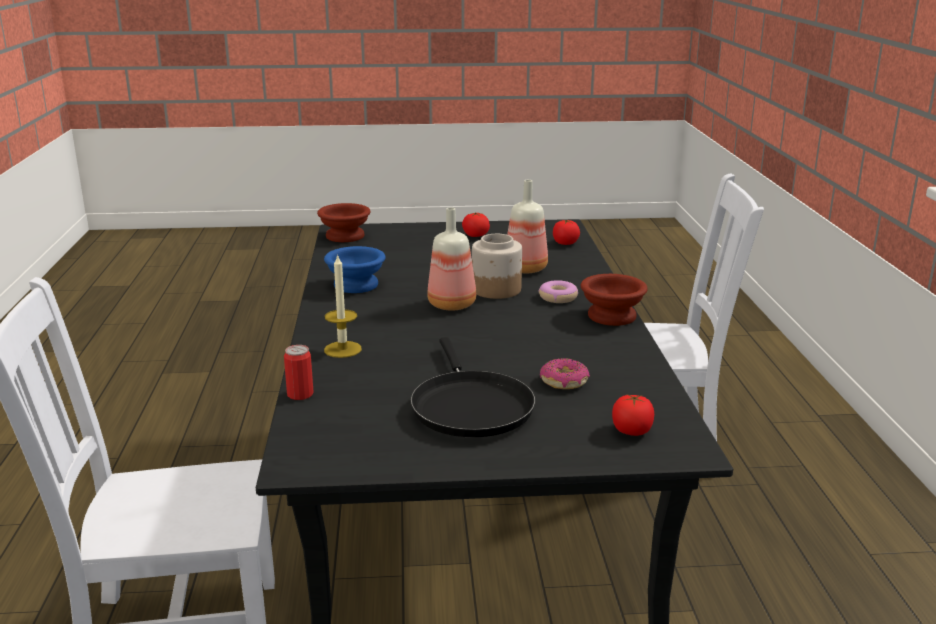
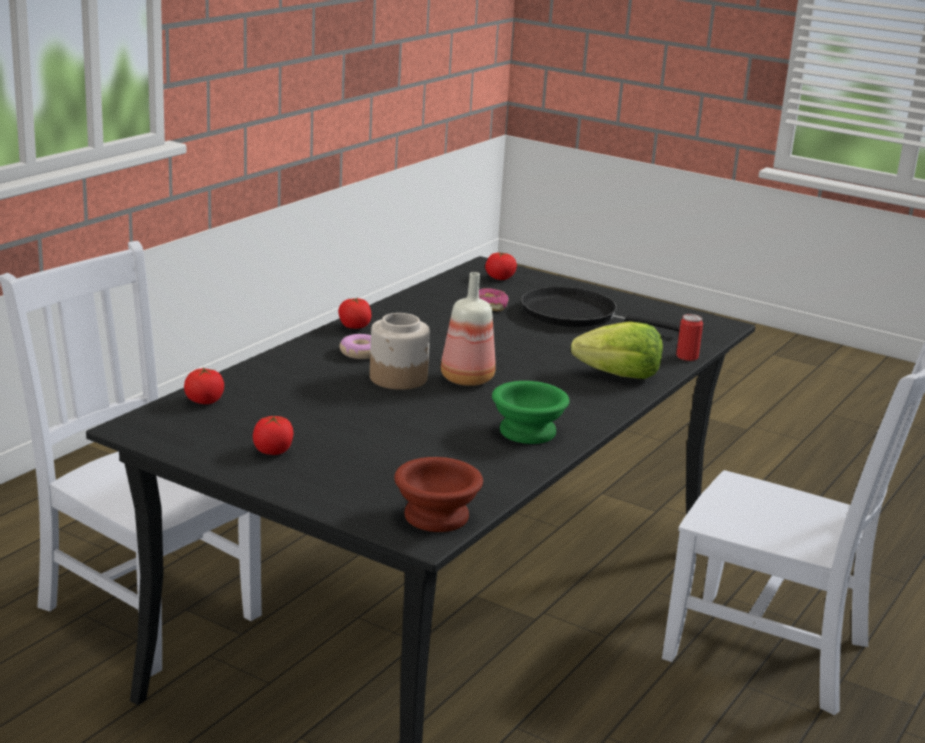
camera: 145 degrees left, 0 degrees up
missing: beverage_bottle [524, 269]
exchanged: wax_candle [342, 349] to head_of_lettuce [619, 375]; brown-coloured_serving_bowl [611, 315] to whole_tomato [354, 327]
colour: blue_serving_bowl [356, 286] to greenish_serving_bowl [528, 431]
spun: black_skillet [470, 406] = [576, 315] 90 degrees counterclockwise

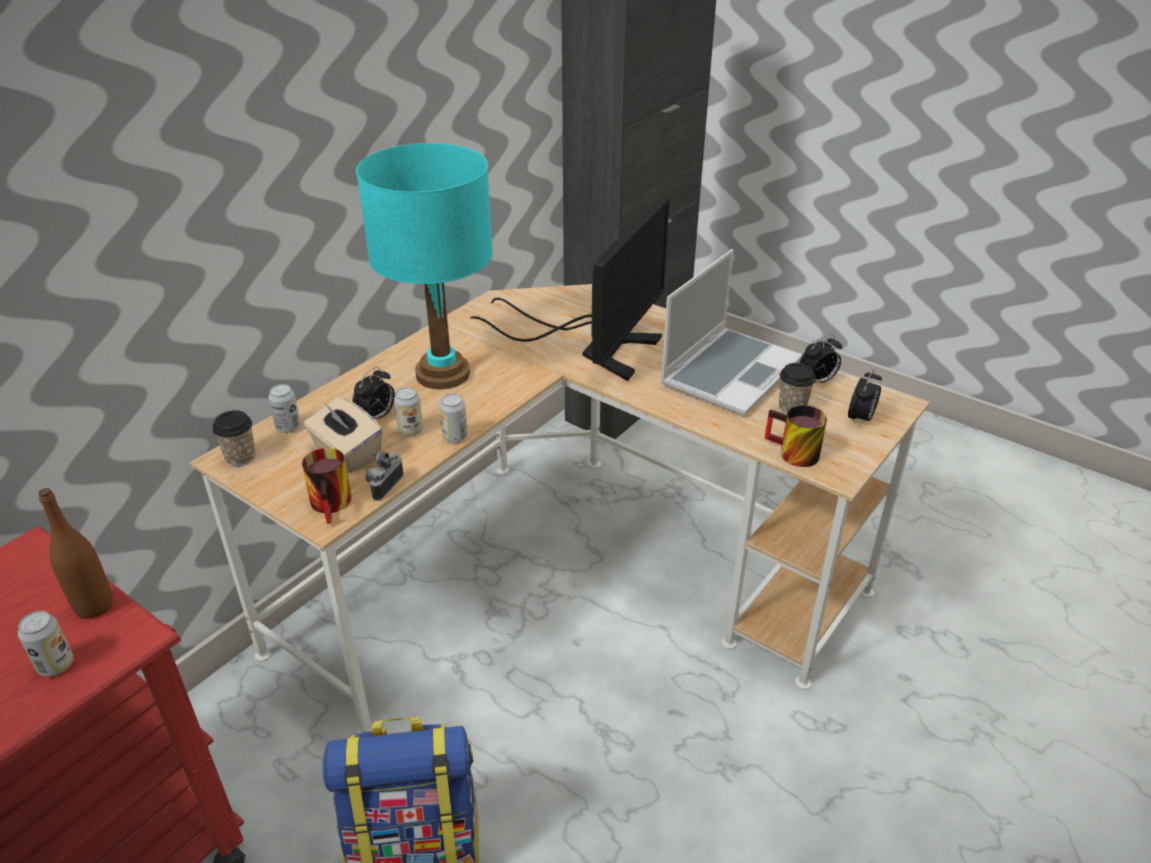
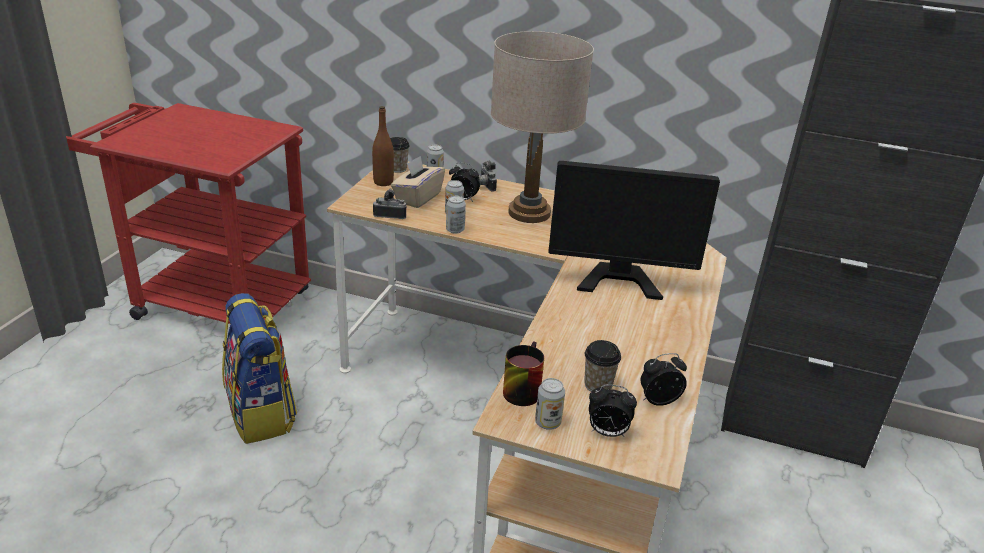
camera: 70 degrees right, 5 degrees down
missing: mug [334, 504]; portable_computer [730, 372]
appeared: photo_camera [485, 186]
relocated: metal_can [56, 665] to [547, 422]; brown-coloured_beverage_bottle [94, 606] to [383, 182]
colour: turquoise-coloured_lamp_for_a_table [442, 374] to sand-coloured_lamp_for_a_table [529, 213]
spun: table_clock [817, 381] = [658, 400] 120 degrees clockwise

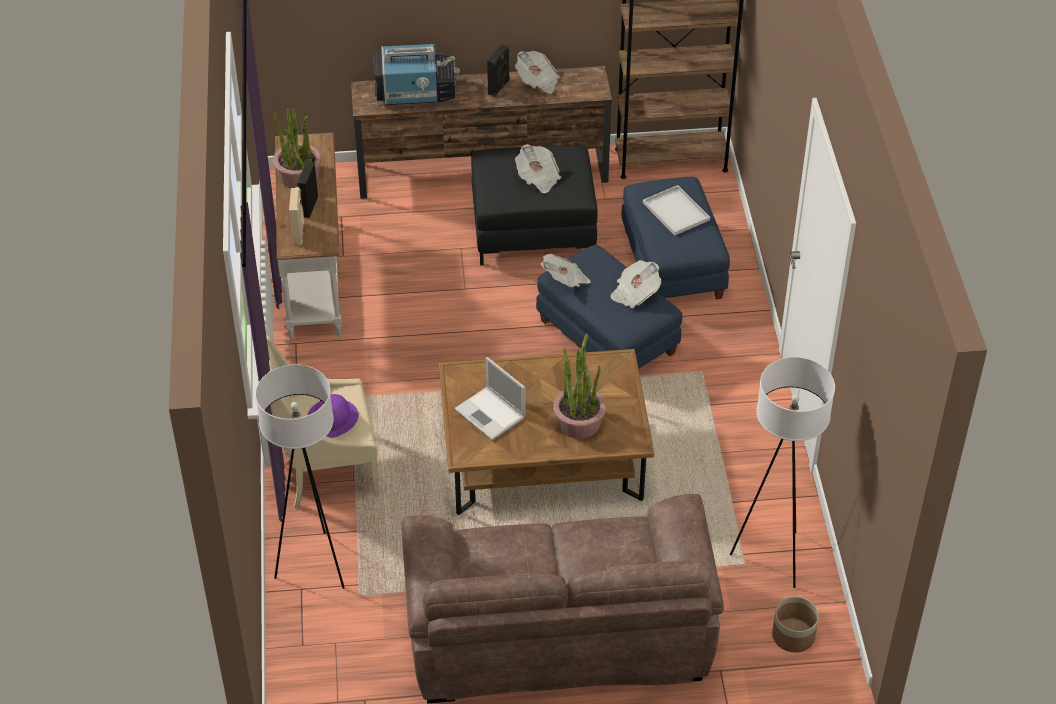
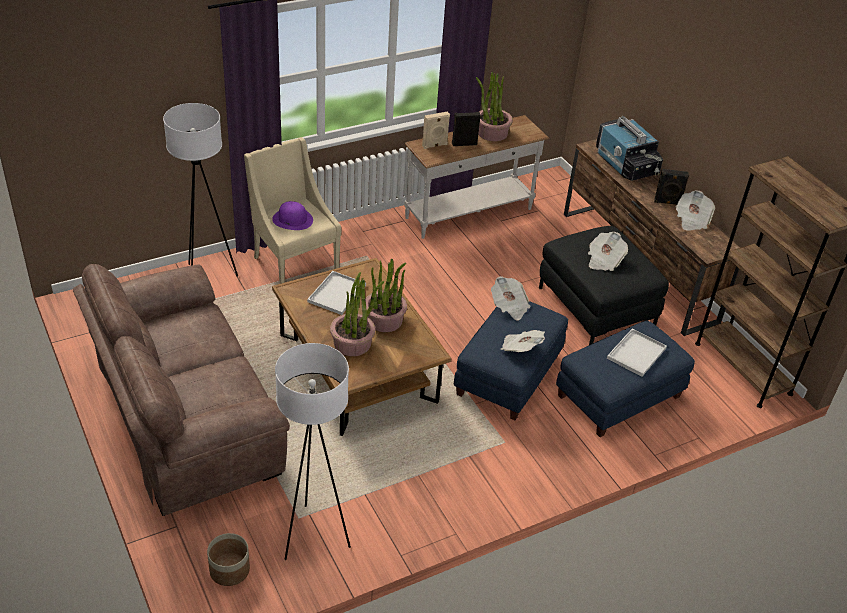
camera: 65 degrees right, 5 degrees down
appeared: plant_in_a_pot [384, 320]
exchanged: portable_computer [491, 414] to white_tray [337, 294]

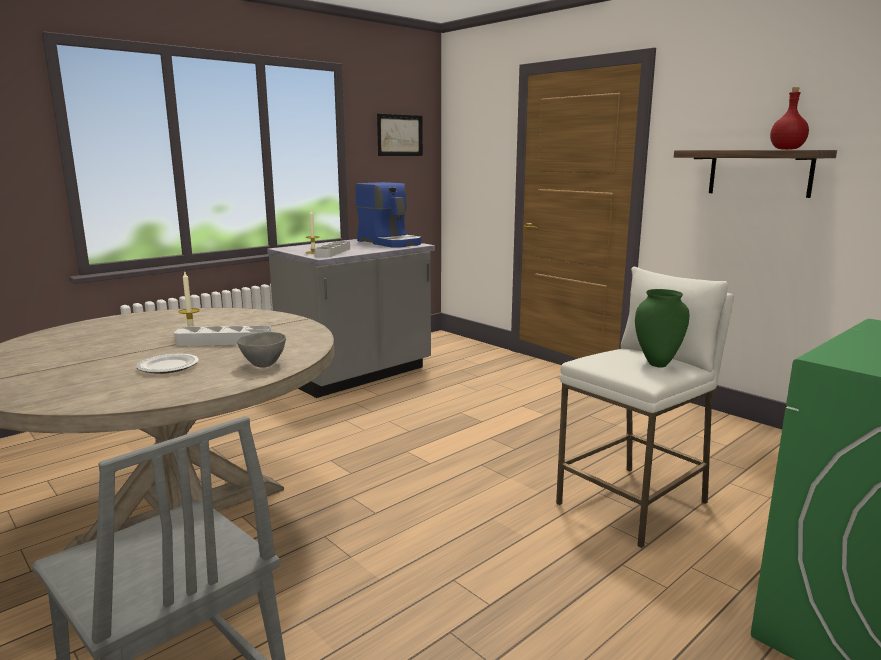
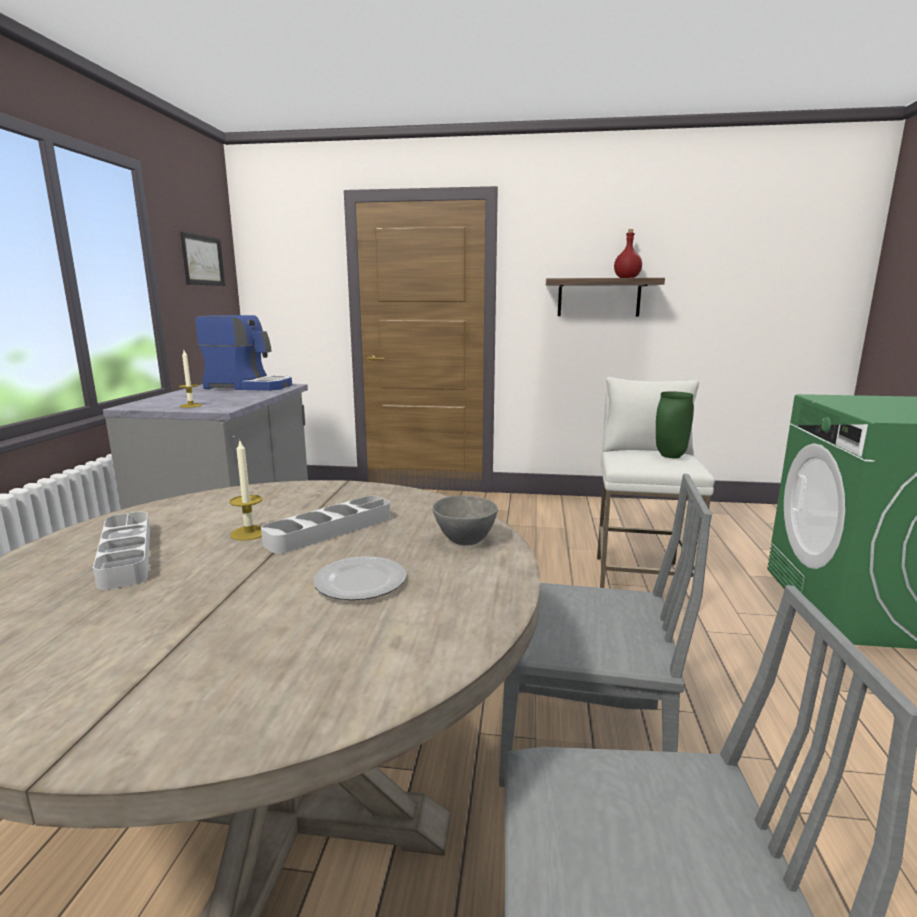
camera: 40 degrees left, 0 degrees up
appeared: greyish_plain_chair [584, 747]
relocated: greyish_tray [333, 252] to [126, 555]

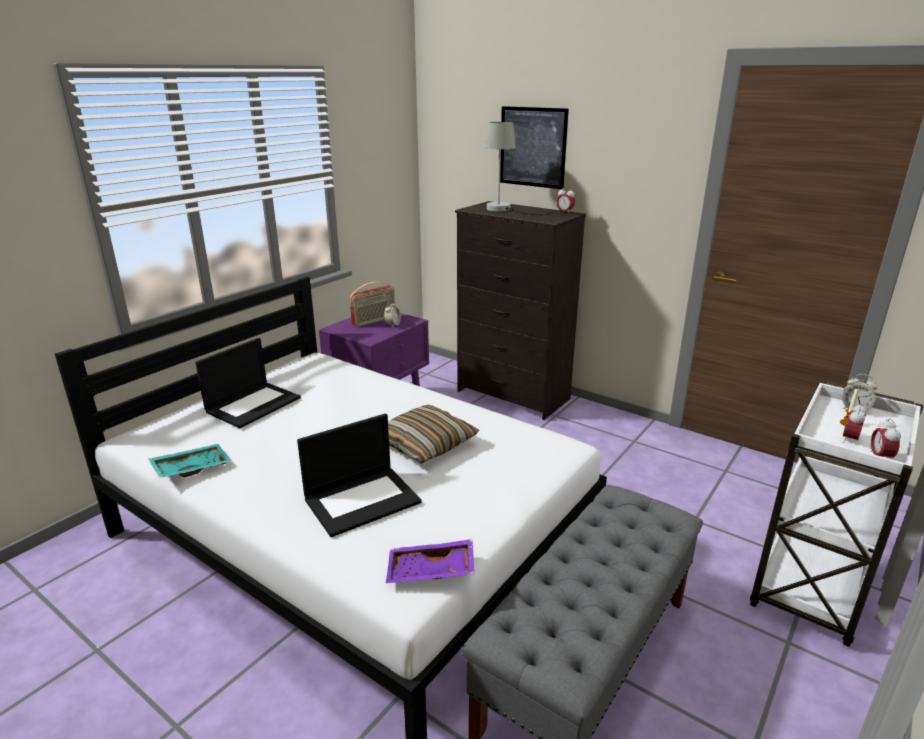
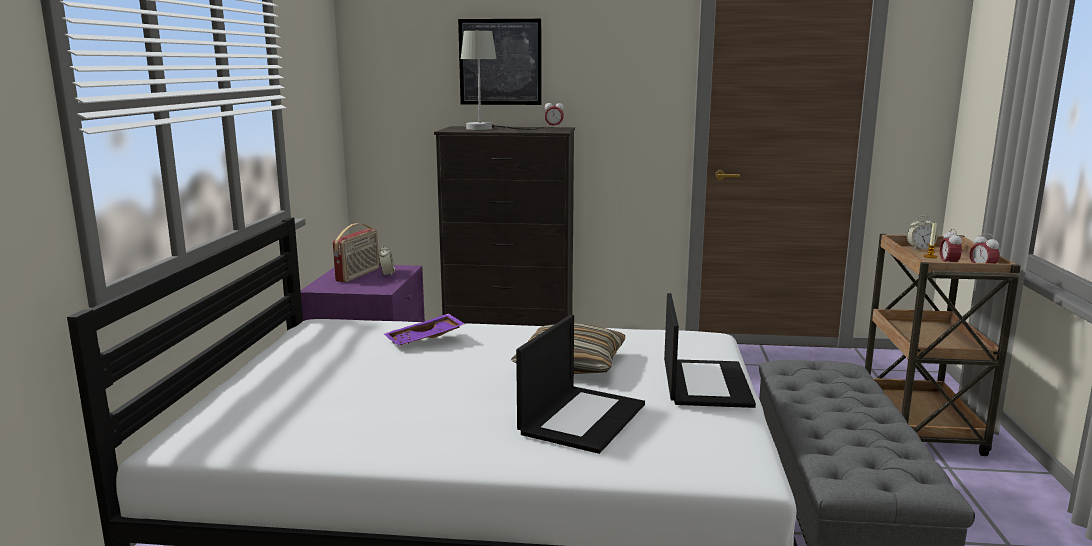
camera: 30 degrees left, 10 degrees down
missing: turquoise-coloured_tray [192, 468]
relocated: portable_computer [253, 404] to [704, 383]; purplish_tray [430, 572] to [425, 339]
colour: white_cart [809, 588] to brown-coloured_cart [920, 427]

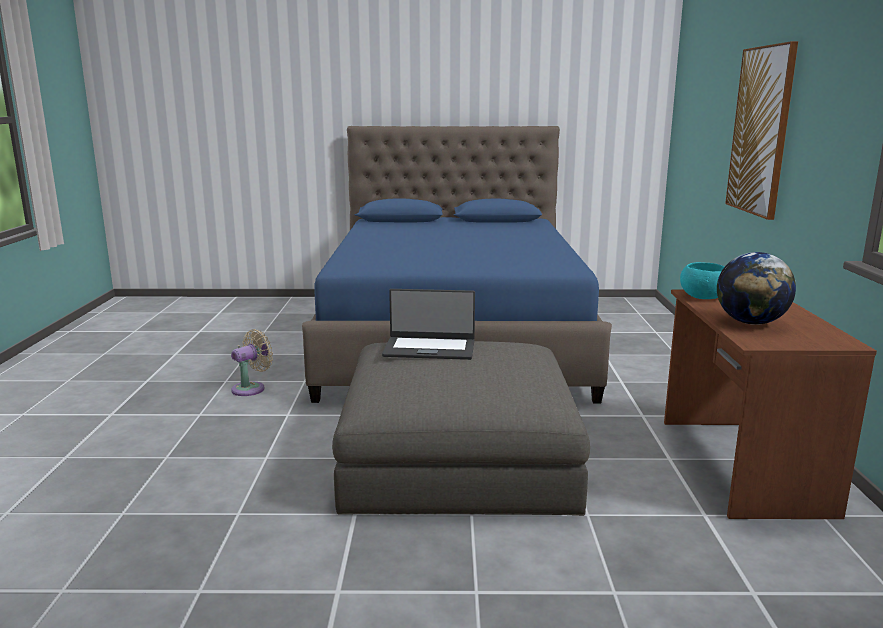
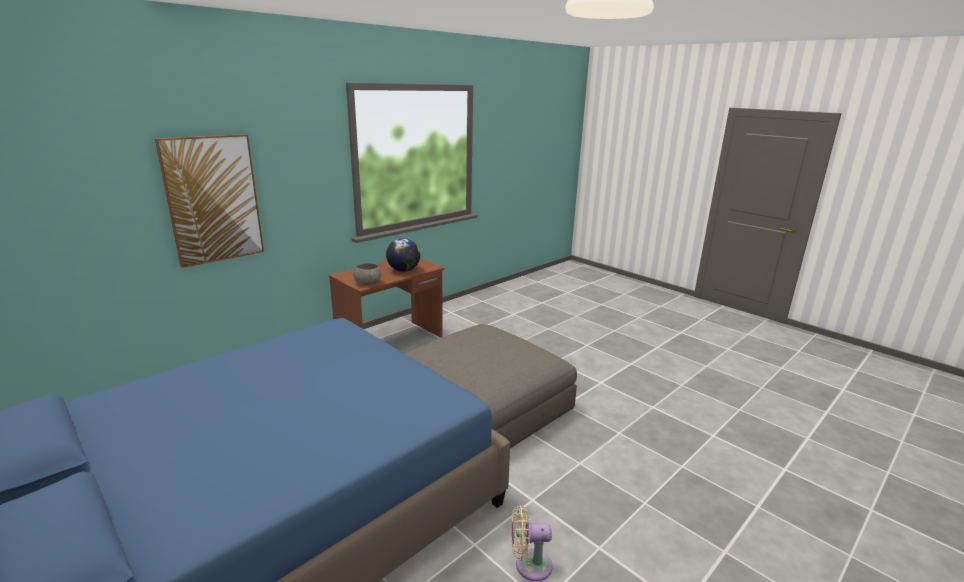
camera: 135 degrees left, 5 degrees up
missing: portable_computer [429, 348]
colour: turquoise-coloured_serving_bowl [703, 297] to greyish_serving_bowl [368, 283]

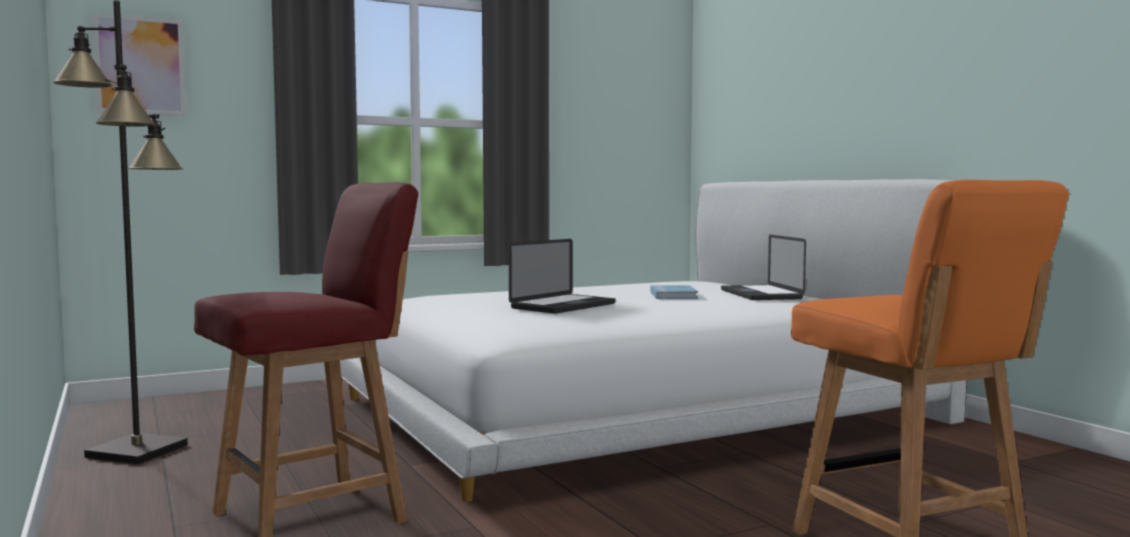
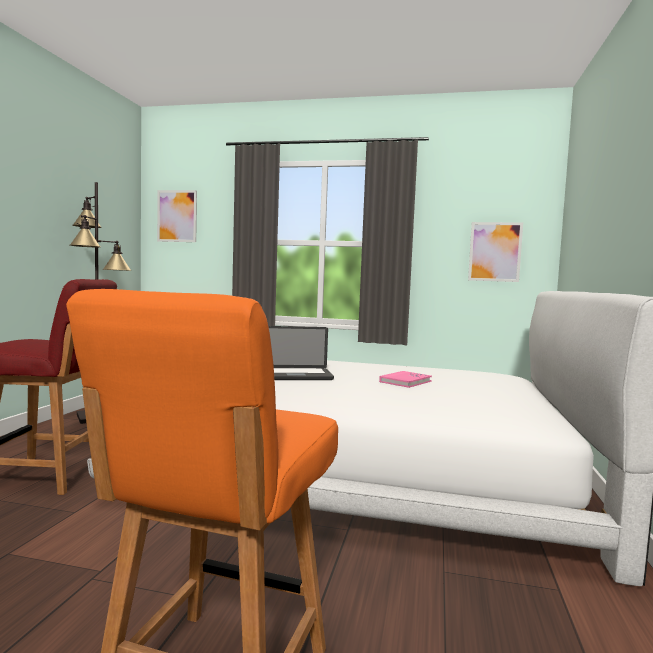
camera: 40 degrees right, 0 degrees up
missing: portable_computer [761, 294]
appeared: wall_picture [495, 252]
colour: blue_bound_book [673, 295] to pinkish_bound_book [405, 381]

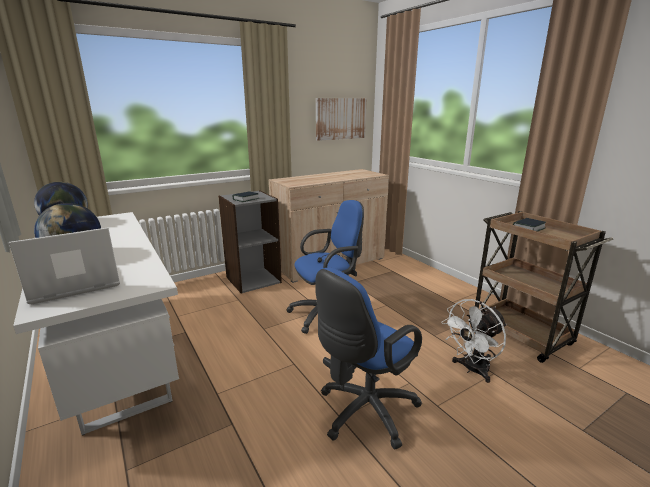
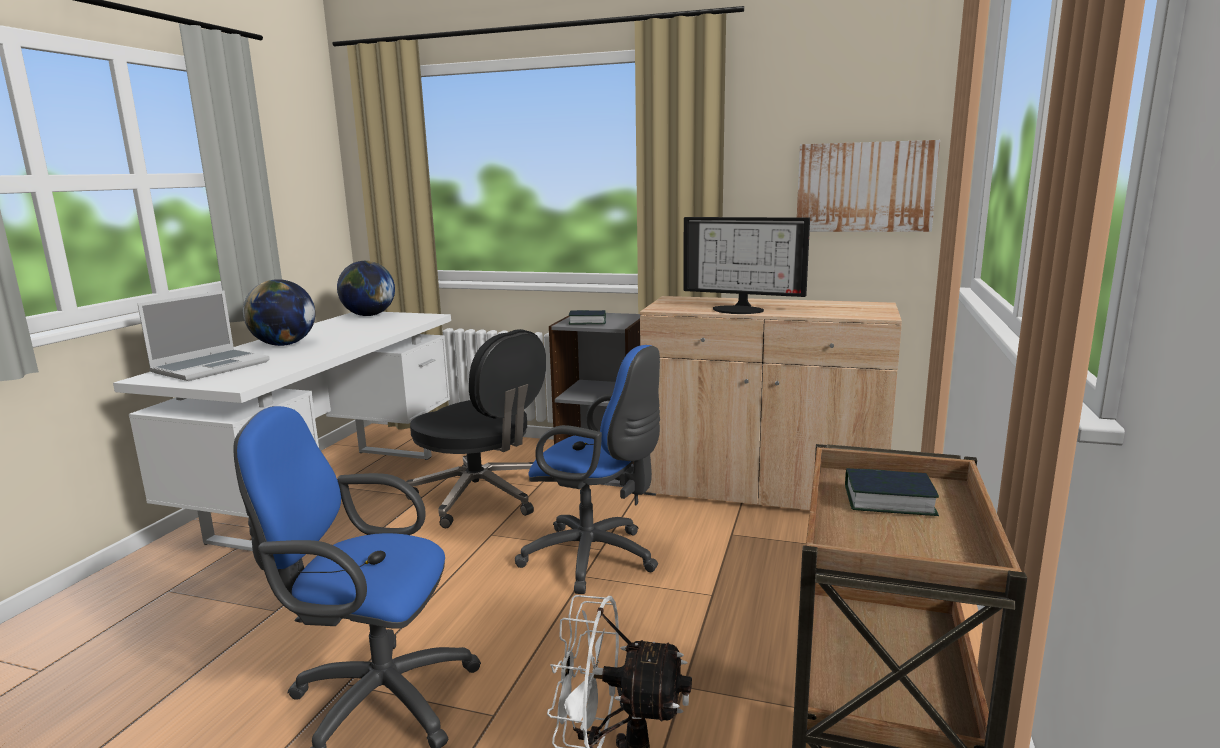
camera: 50 degrees right, 5 degrees down
appeared: black_office_chair [481, 497]; computer_screen [740, 309]
spun: portable_computer [74, 285] = [211, 367] 105 degrees clockwise

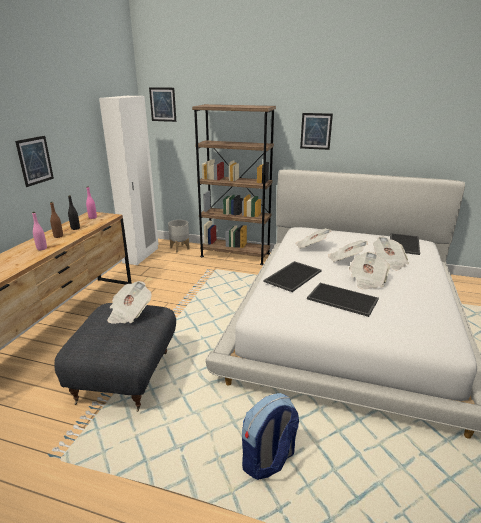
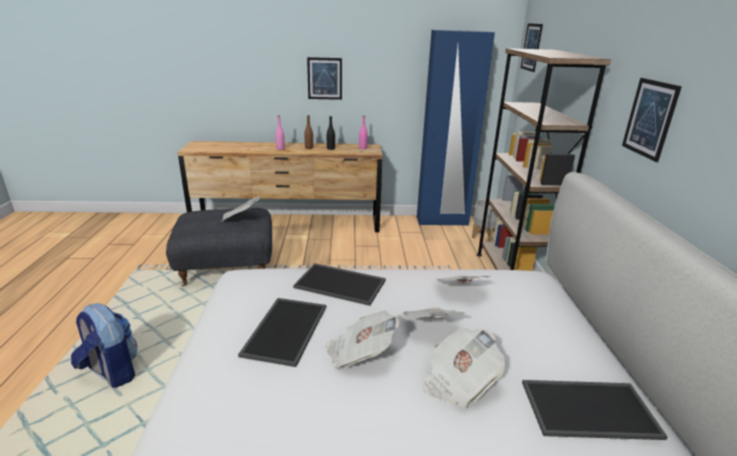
camera: 70 degrees right, 0 degrees up
colour: white_wardrobe [141, 255] to blue_wardrobe [442, 221]

